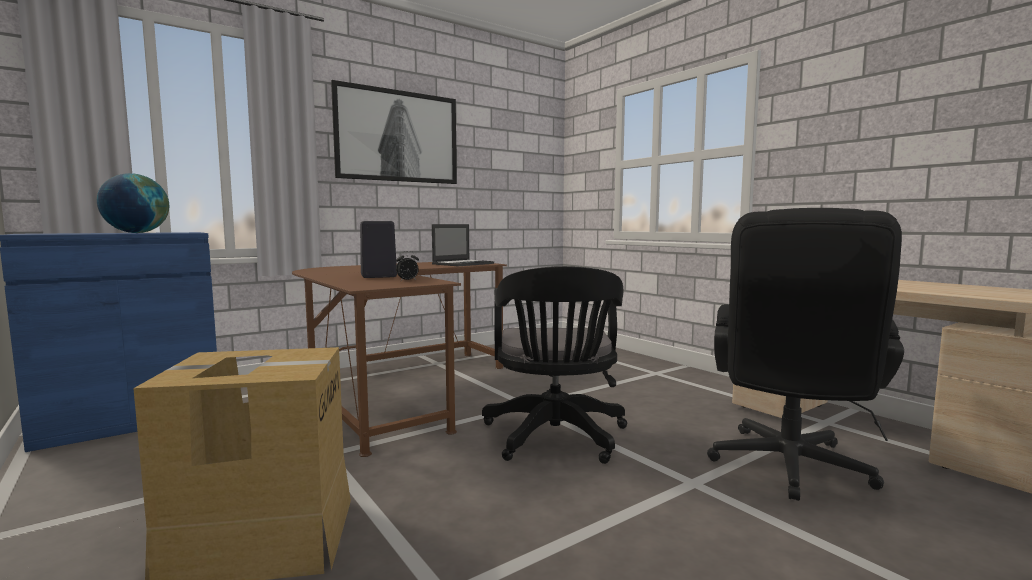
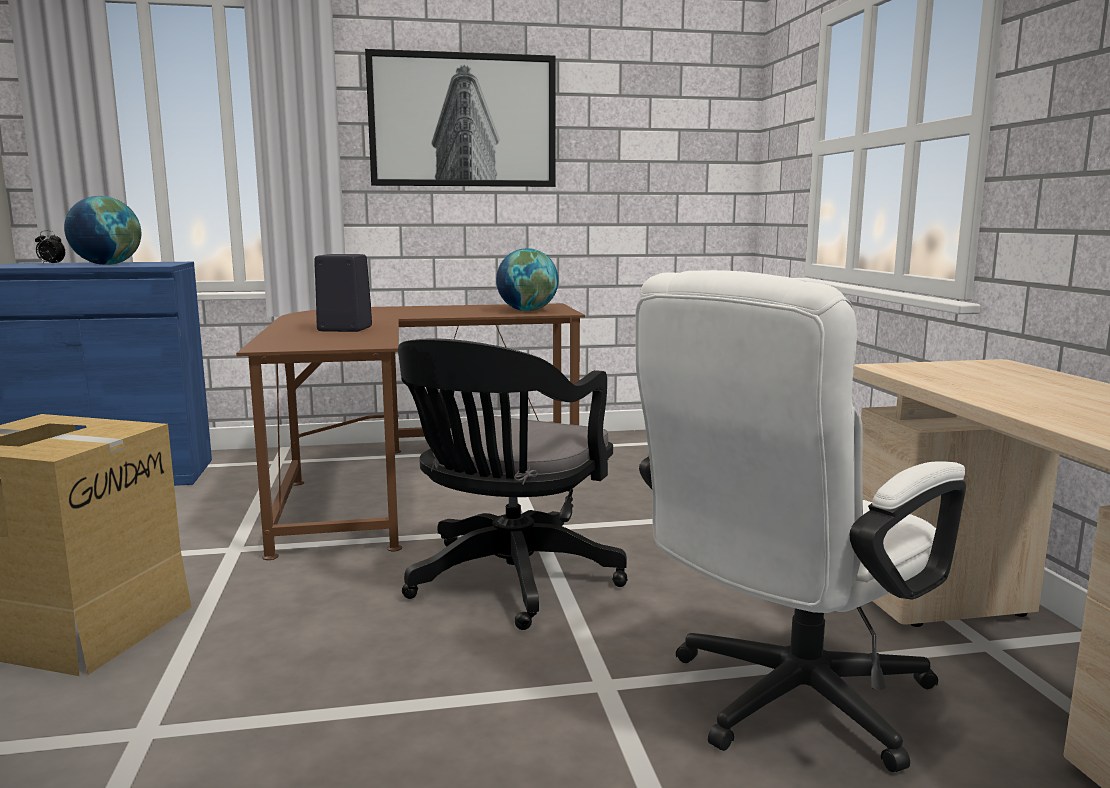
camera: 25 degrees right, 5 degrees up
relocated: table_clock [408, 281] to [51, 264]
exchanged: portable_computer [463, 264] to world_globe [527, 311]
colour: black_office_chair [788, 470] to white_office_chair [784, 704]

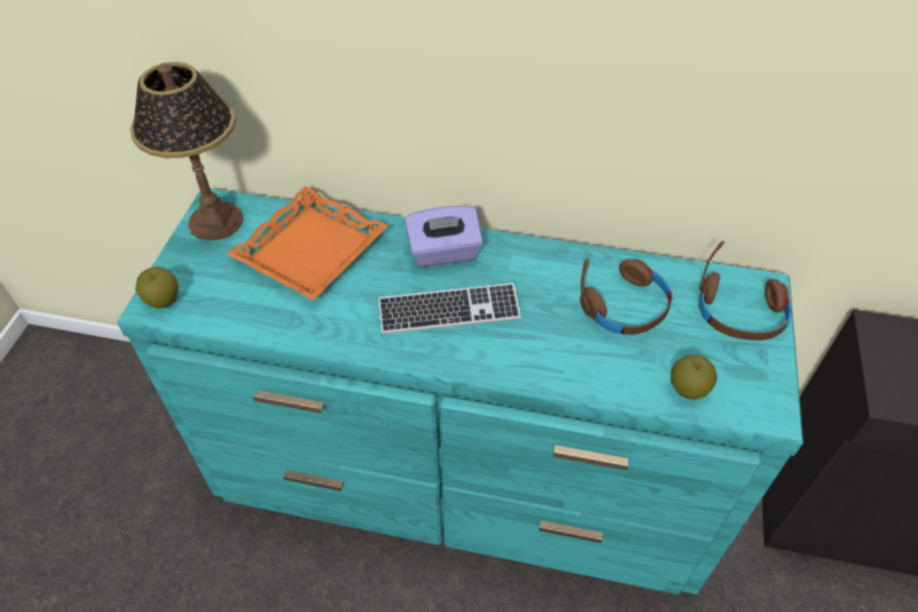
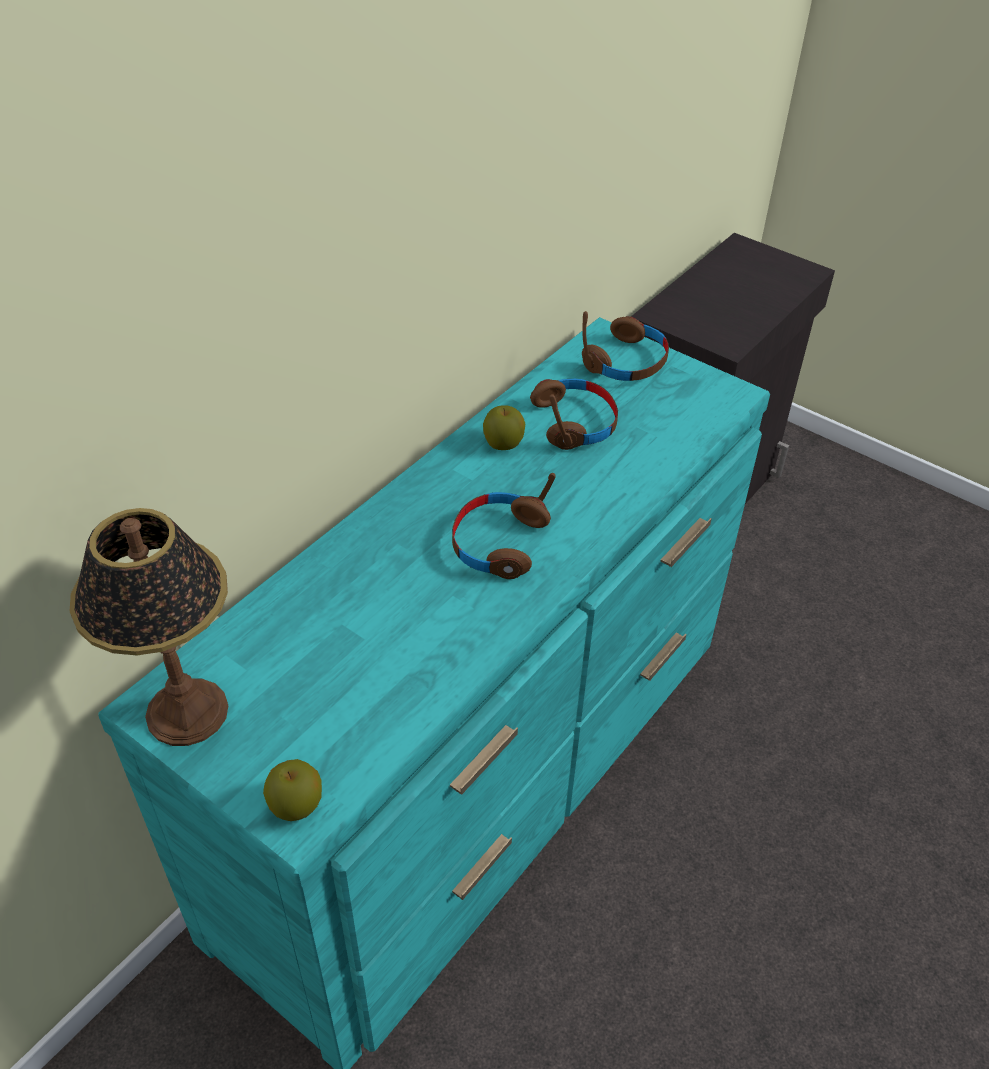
camera: 65 degrees left, 5 degrees down
missing: orange_tray [310, 250]; purplish_box_of_tissues [444, 253]
relocated: whole_apple [688, 389] to [503, 444]
exchanged: computer_keyboard [449, 311] to brown-coloured_pair_of_headphones [498, 543]

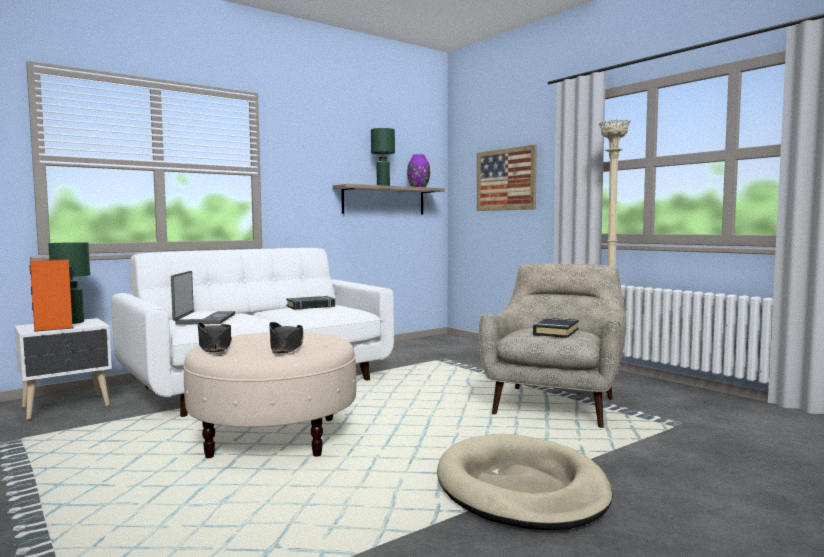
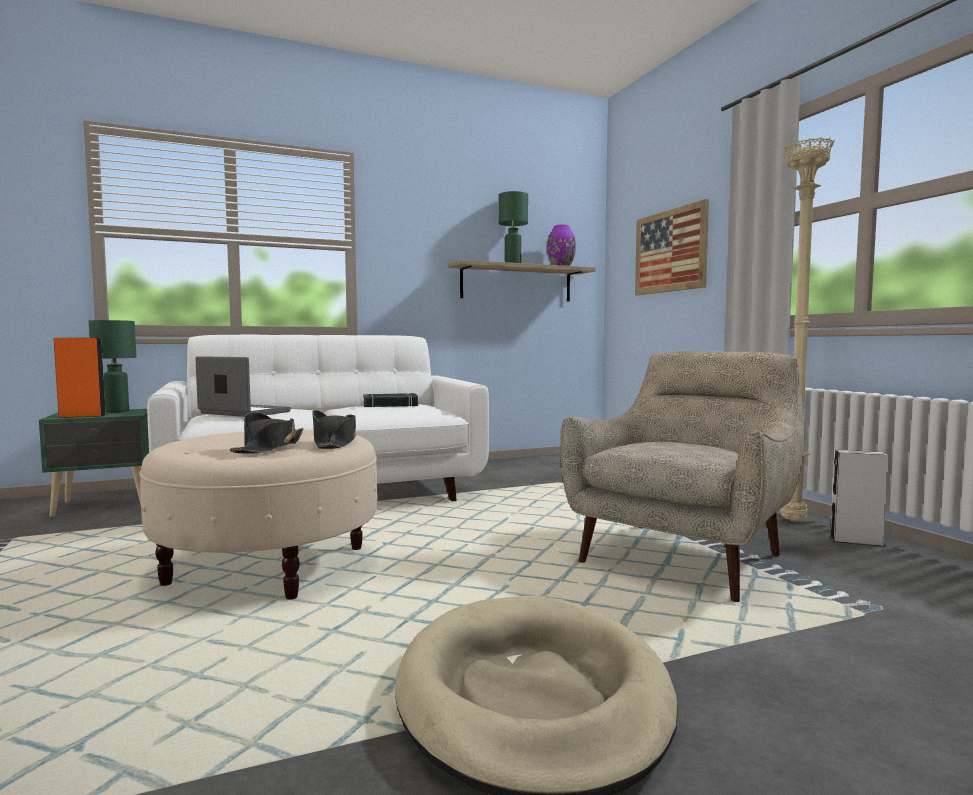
camera: 15 degrees right, 0 degrees up
missing: black_bound_book [555, 332]
appeared: greyish_loudspeaker [856, 541]
relocated: black_clothing_hat [215, 347] to [334, 443]
colour: white_nightstand [67, 406] to greenish_nightstand [106, 505]
spun: portable_computer [204, 319] = [243, 413] 75 degrees counterclockwise

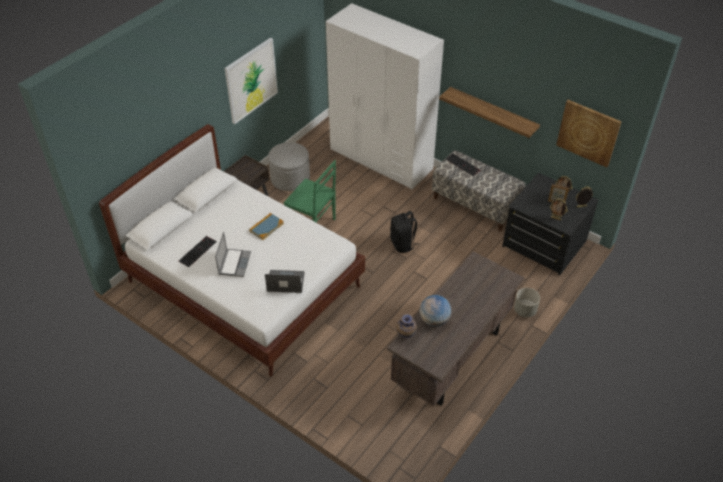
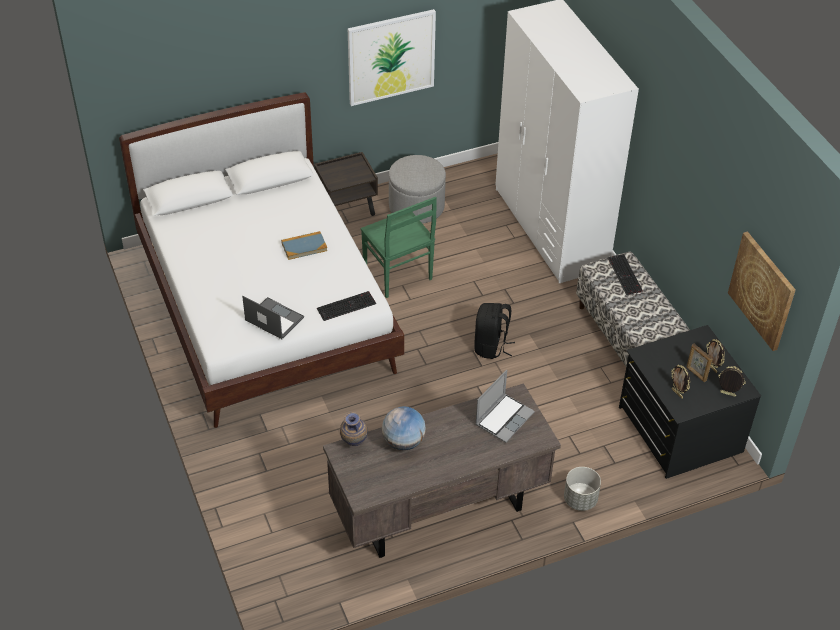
camera: 30 degrees right, 0 degrees up
missing: wall_shelf [492, 113]
relocated: computer_keyboard [197, 251] to [346, 305]; portable_computer [234, 263] to [504, 418]

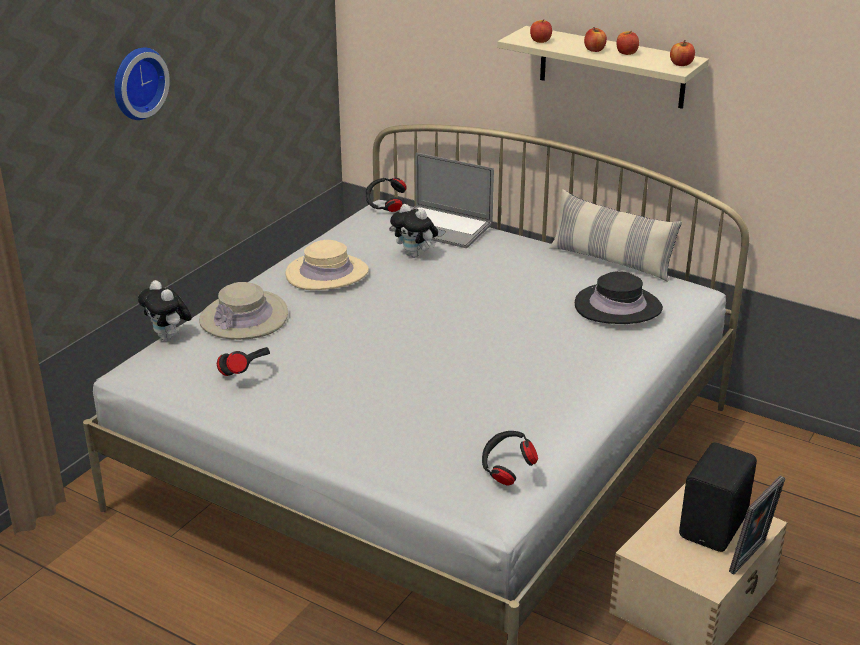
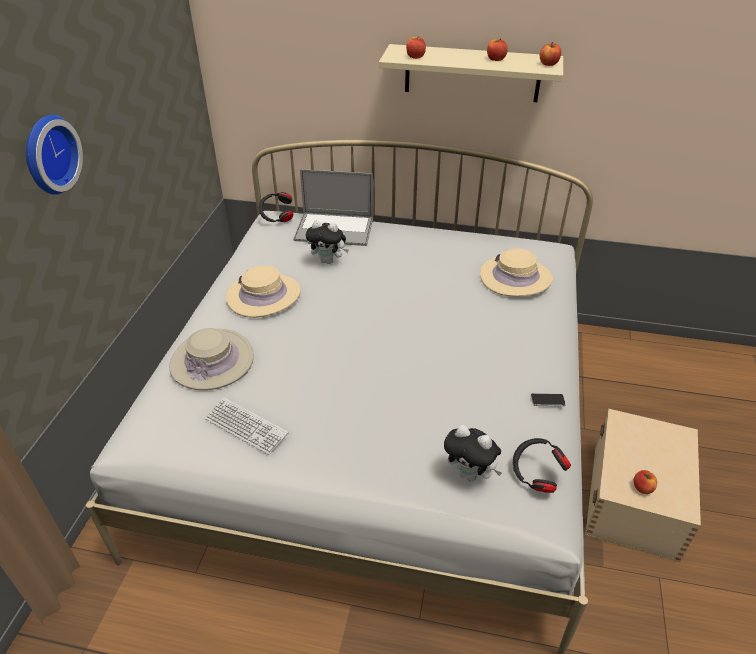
camera: 20 degrees left, 10 degrees up
missing: throw_pillow [611, 261]; black_loudspeaker [715, 527]; photo_frame [751, 558]
appeared: phone [547, 400]
relocated: plush_toy [169, 337] to [470, 474]; whole_apple [594, 50] to [642, 488]
exchanged: black_pair_of_headphones [246, 374] to computer_keyboard [246, 427]
colour: black_clothing_hat [618, 307] to sand-coloured_clothing_hat [515, 277]

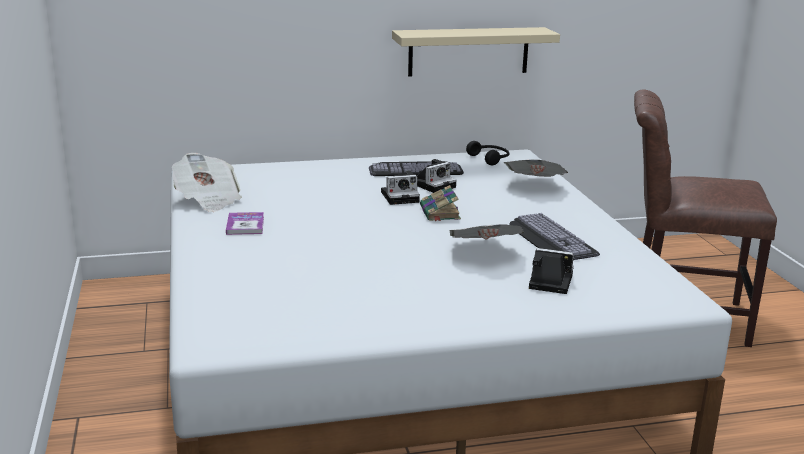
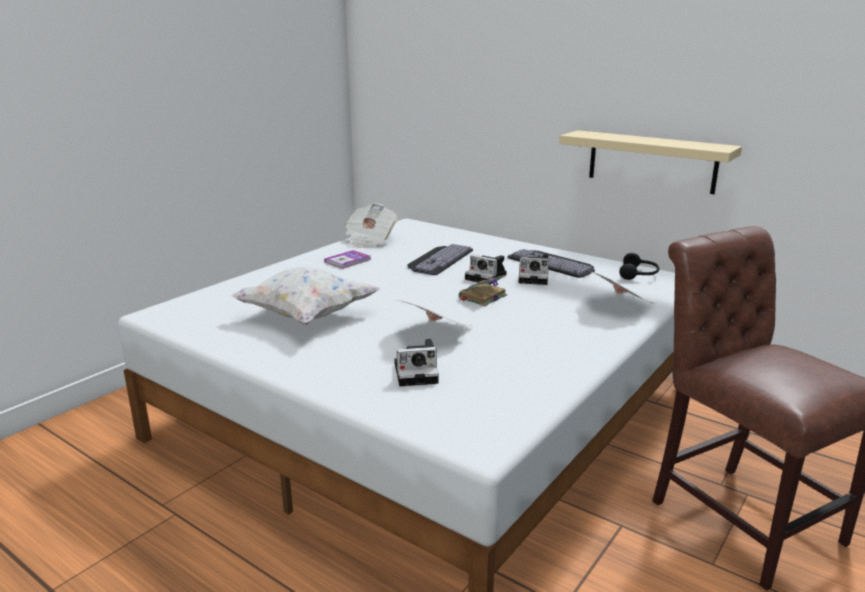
camera: 50 degrees right, 0 degrees up
appeared: white_throw_pillow [306, 315]
relocated: computer_keyboard [547, 238] to [438, 259]
spun: photo_camera [548, 282] = [418, 373] 105 degrees clockwise

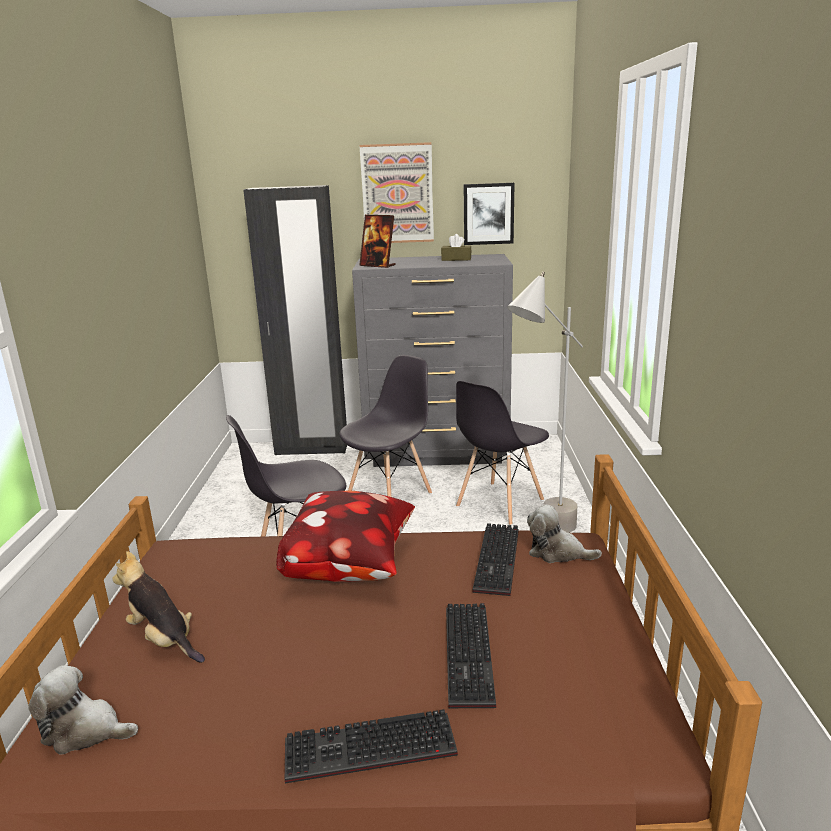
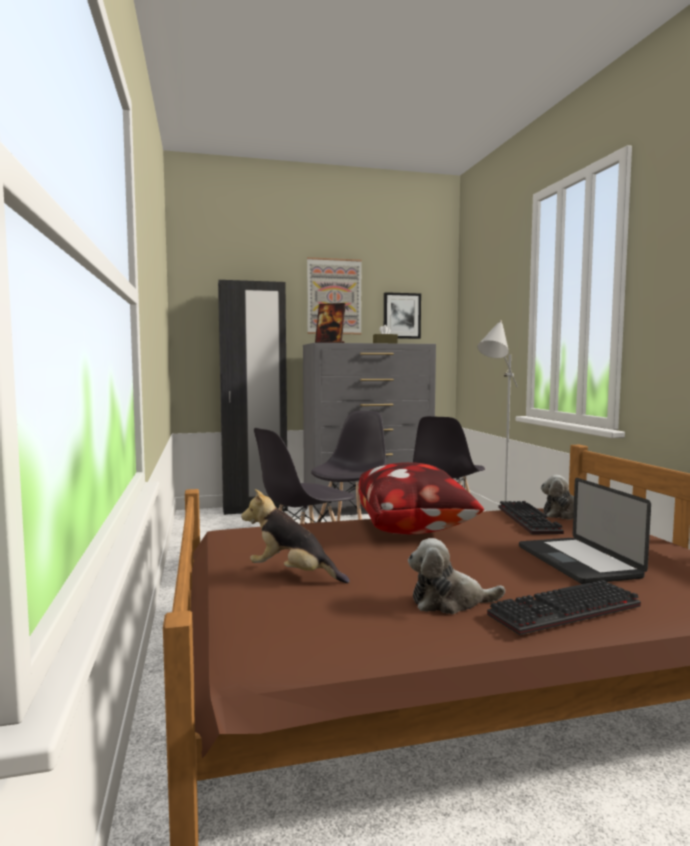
camera: 15 degrees left, 15 degrees down
relocated: plush_toy [85, 731] to [449, 602]
exchanged: computer_keyboard [471, 656] to portable_computer [577, 562]

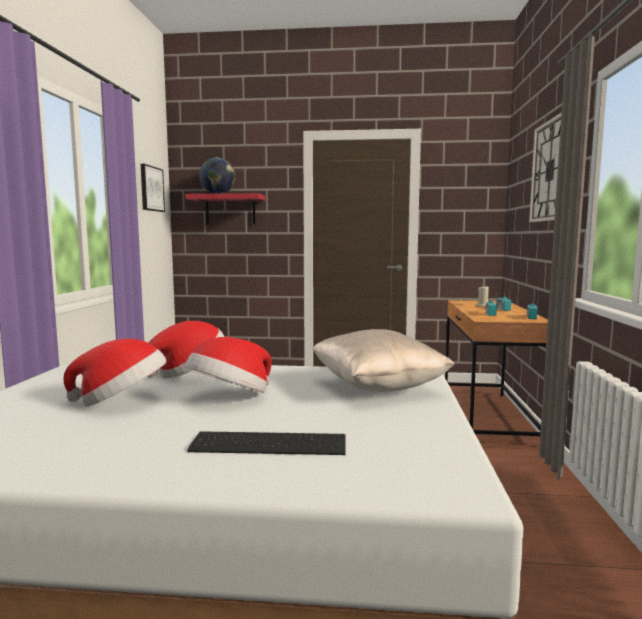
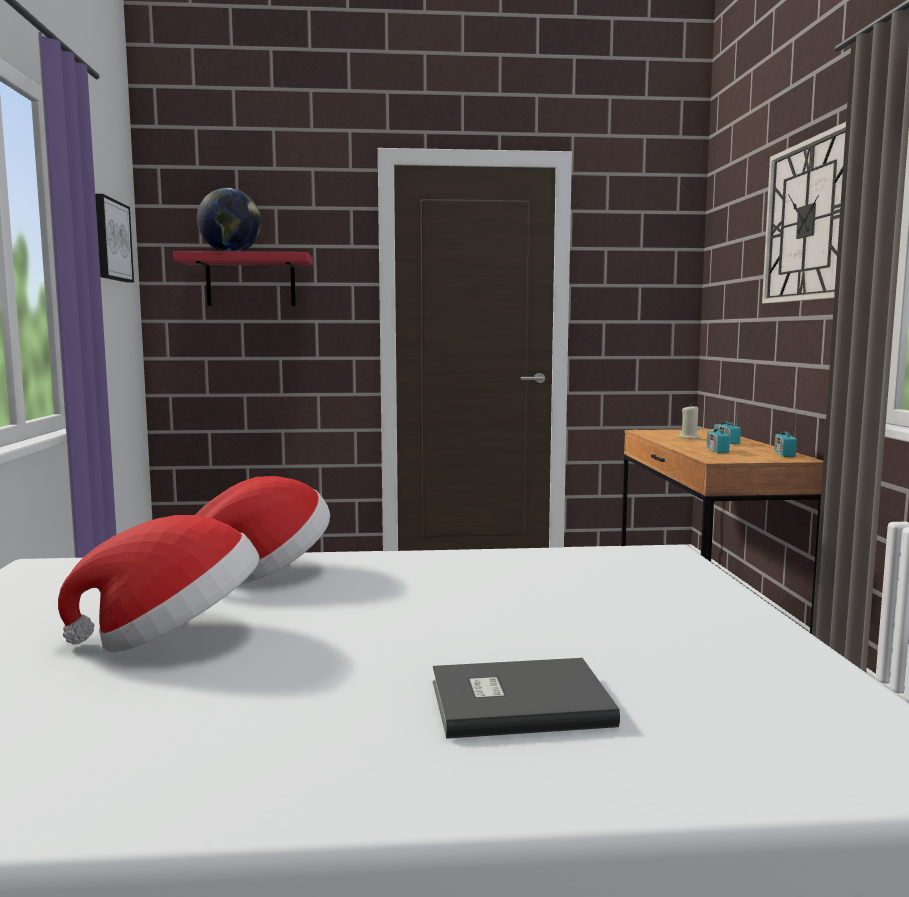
camera: 10 degrees left, 0 degrees up
missing: clothing_hat [230, 397]; sand-coloured_throw_pillow [378, 387]
exchanged: computer_keyboard [267, 443] to greyish_bound_book [516, 701]

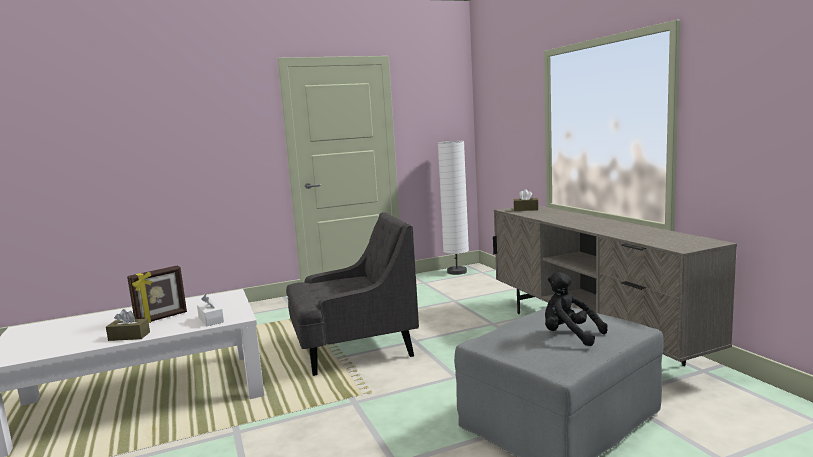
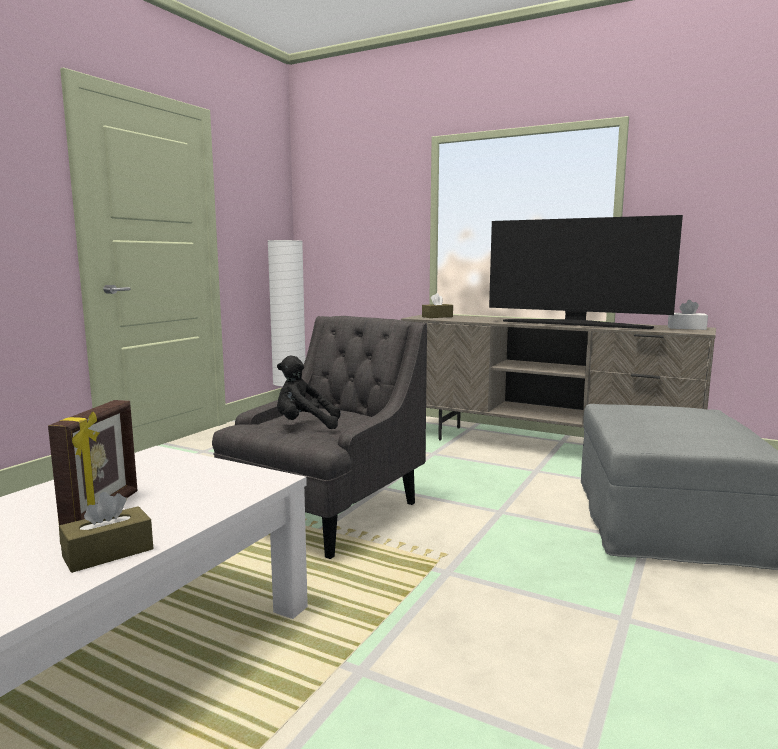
camera: 40 degrees left, 0 degrees up
appeared: TV_set [576, 325]
relocated: white_box_of_tissues [211, 320] to [686, 328]; black_plush_toy [569, 335] to [305, 425]

